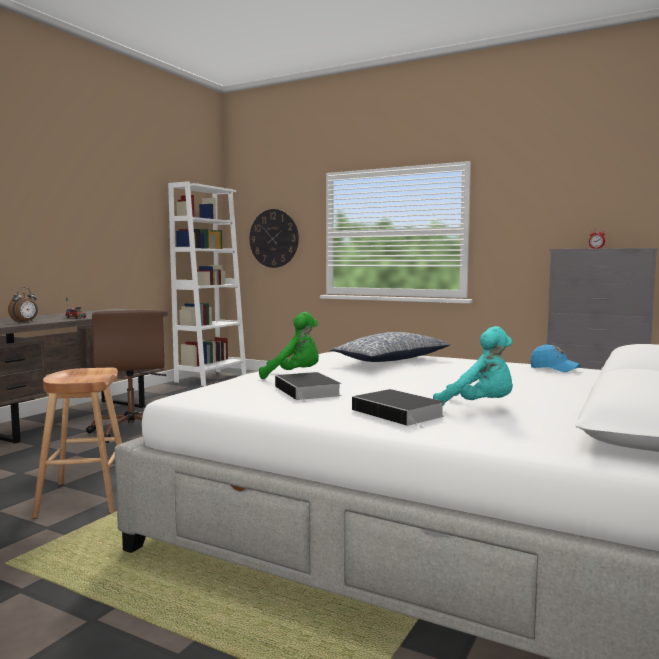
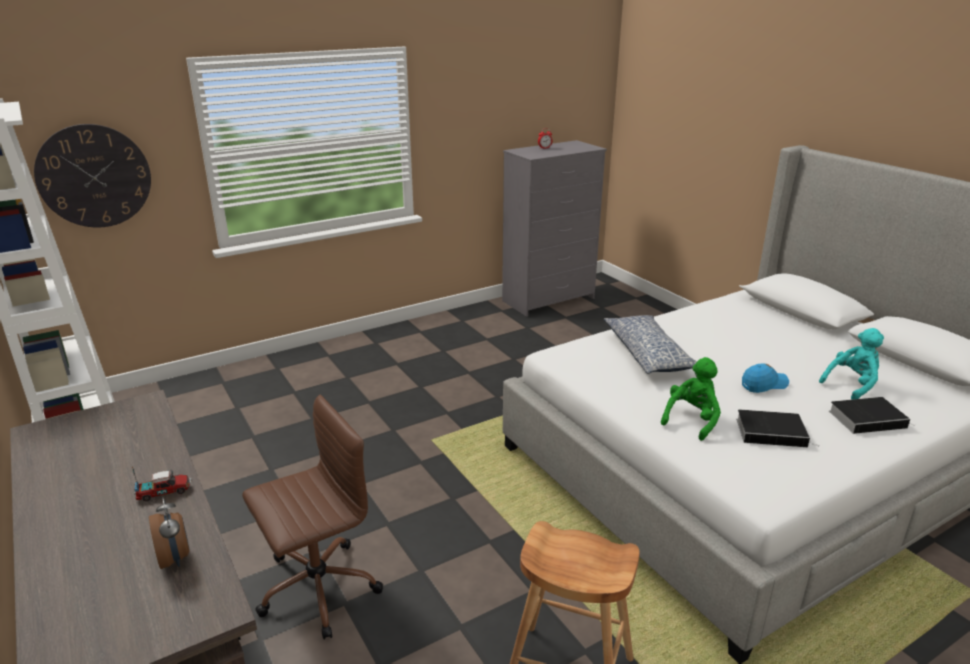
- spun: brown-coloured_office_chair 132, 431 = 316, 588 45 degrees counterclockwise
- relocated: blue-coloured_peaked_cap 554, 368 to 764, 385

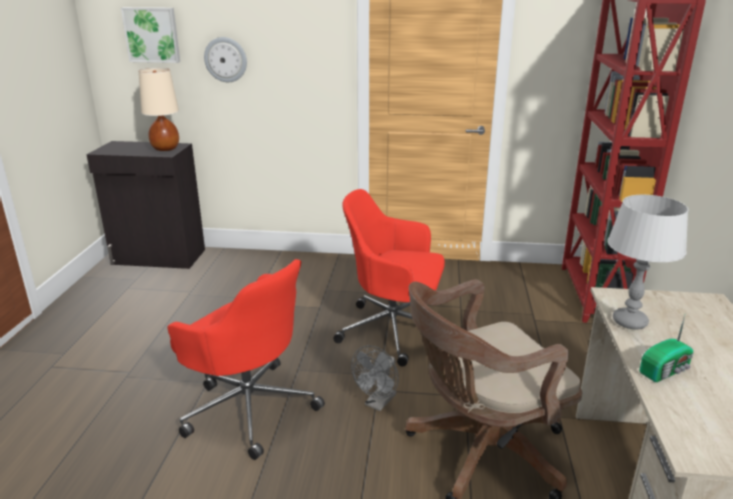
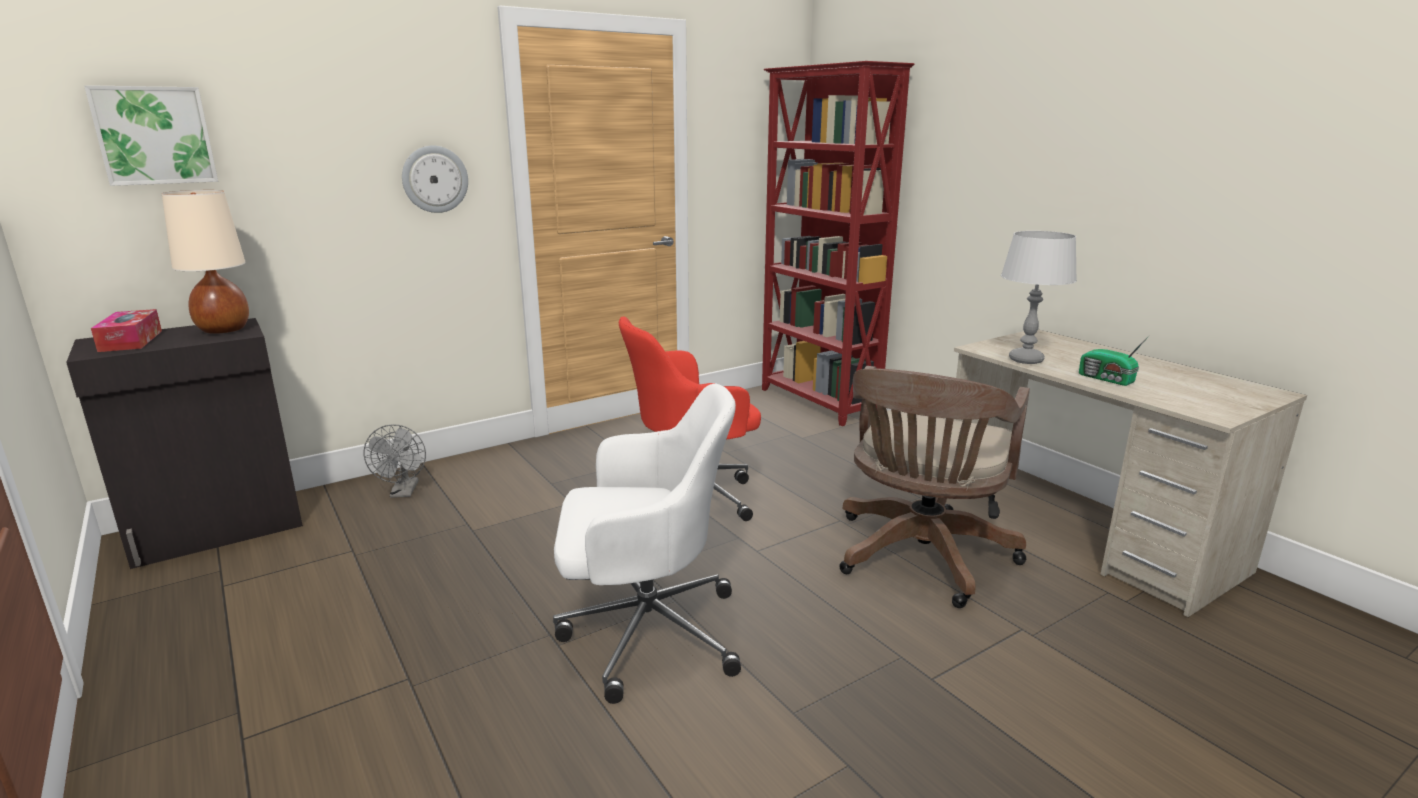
- colour: red_office_chair 249, 407 to white-coloured_office_chair 645, 632
- relocated: clock_on_the_wall 226, 59 to 435, 179
- relocated: grey_cooling_fan 378, 403 to 403, 492
- spun: radio 666, 370 = 1107, 379 120 degrees clockwise
- appeared: tissue_box 131, 341

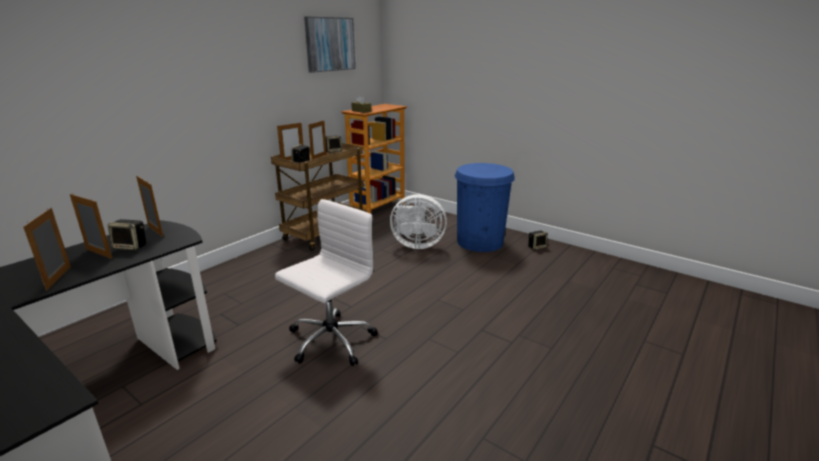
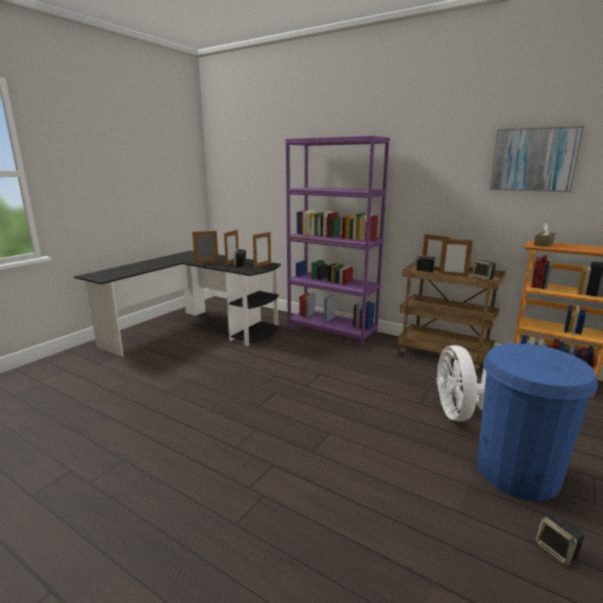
- missing: white-coloured_office_chair 330, 341
- appeared: purple_bookcase 332, 330

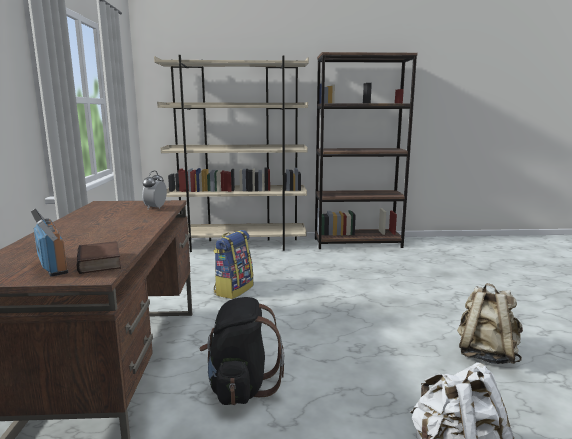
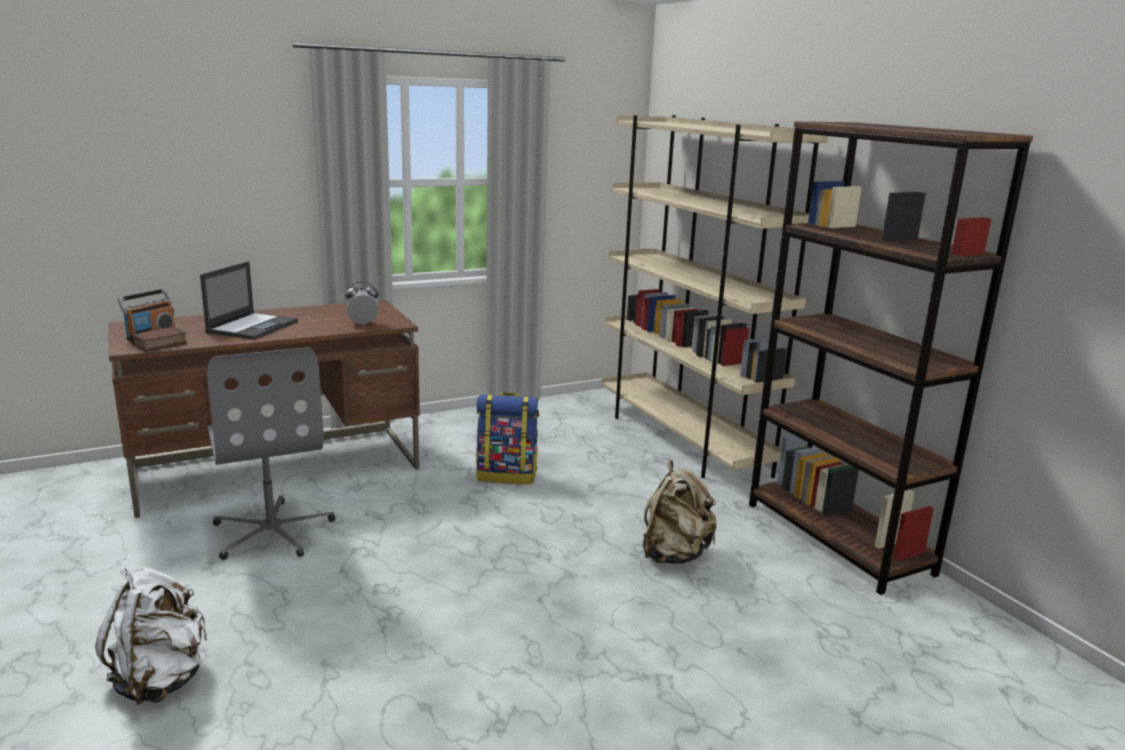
- exchanged: black_knapsack 240, 387 to grey_office_chair 272, 531
- relocated: beige_knapsack 485, 354 to 674, 555
- appeared: laptop 253, 326

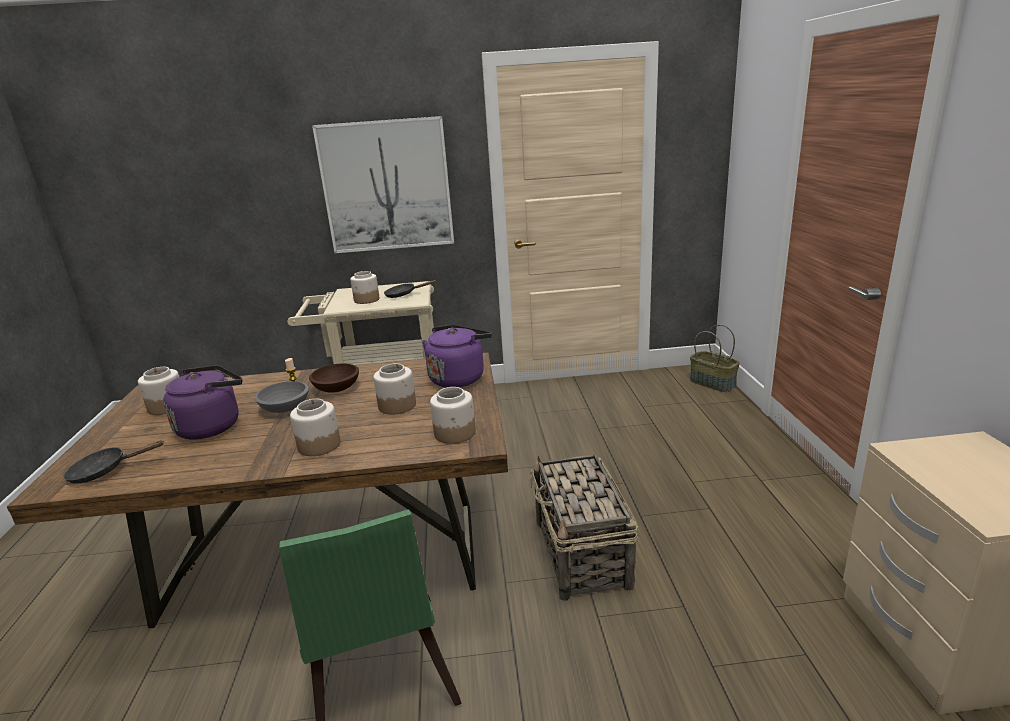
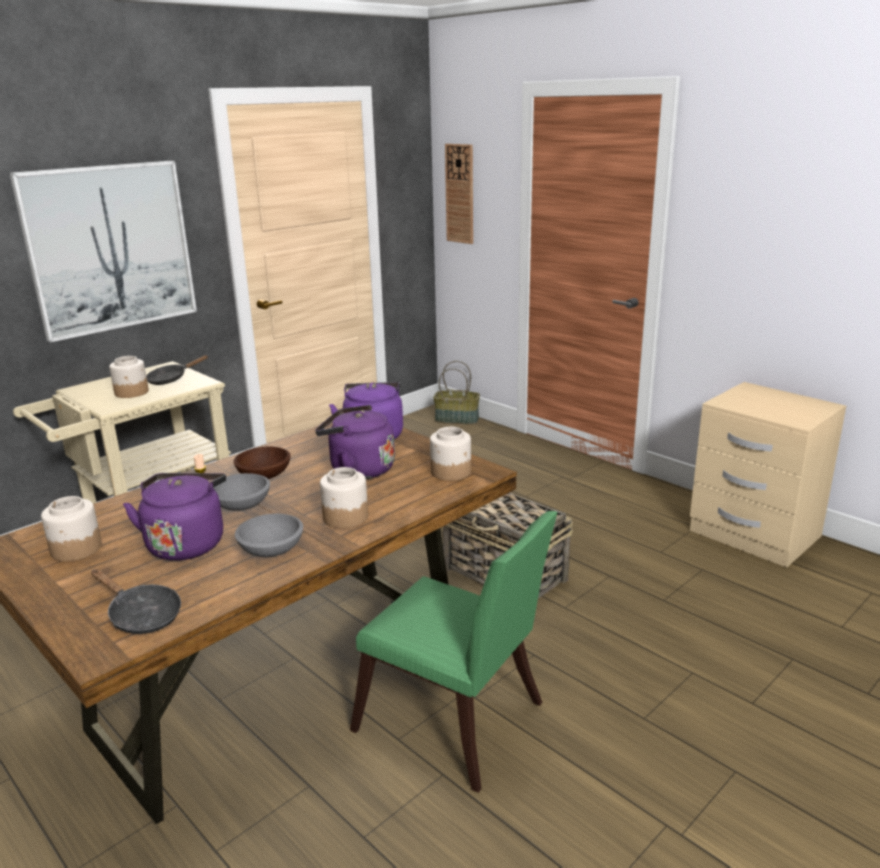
- spun: black_pan 105, 471 = 141, 615 90 degrees counterclockwise
- exchanged: storage_jar 397, 405 to purple_kettle 358, 469
- appeared: grey_serving_bowl 272, 549
- appeared: clock_on_the_wall 460, 194

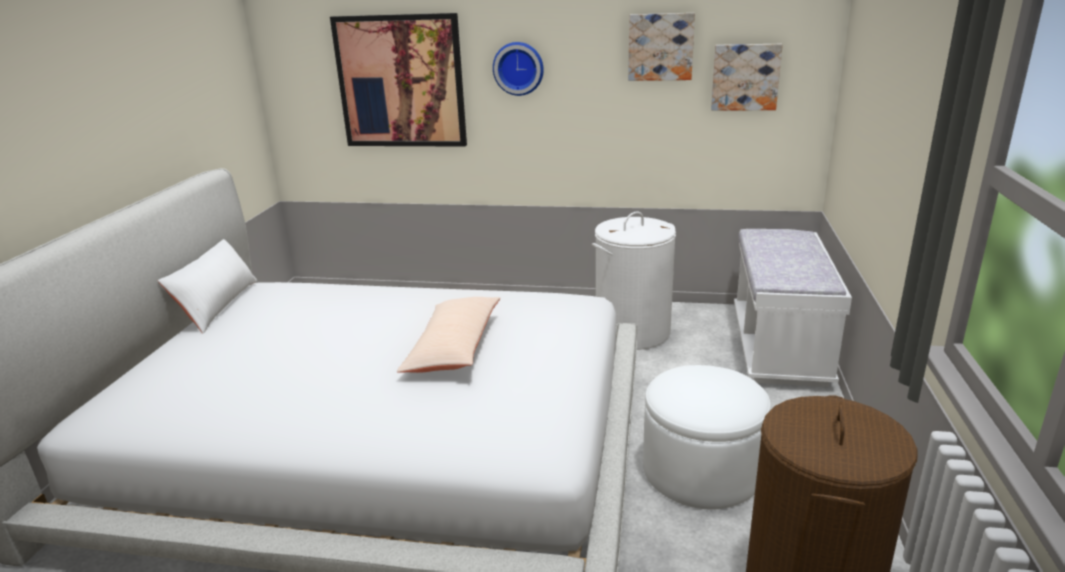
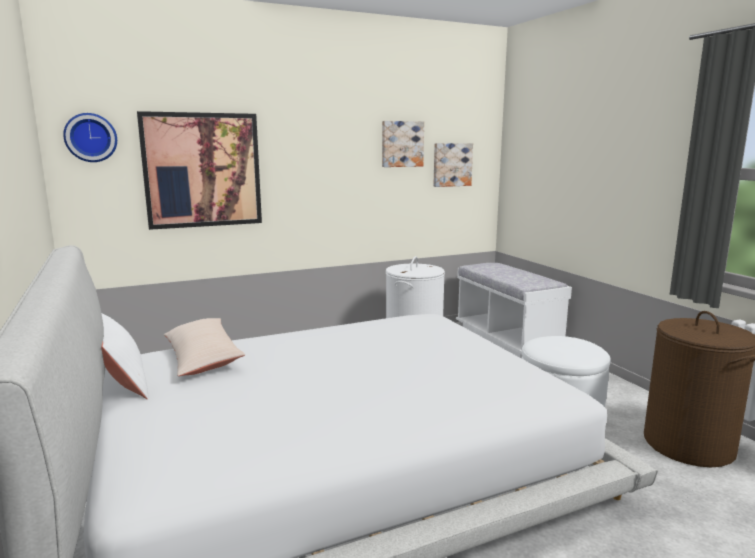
- relocated: beige_throw_pillow 454, 347 to 202, 357
- relocated: clock_on_the_wall 518, 68 to 91, 137

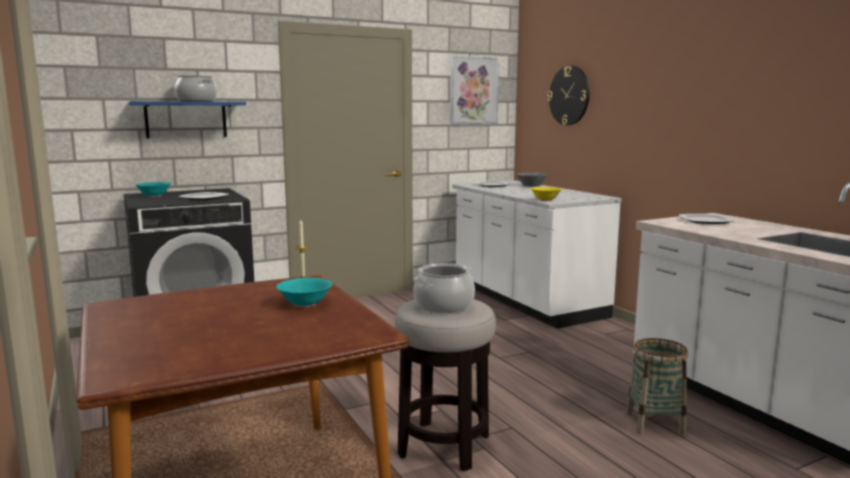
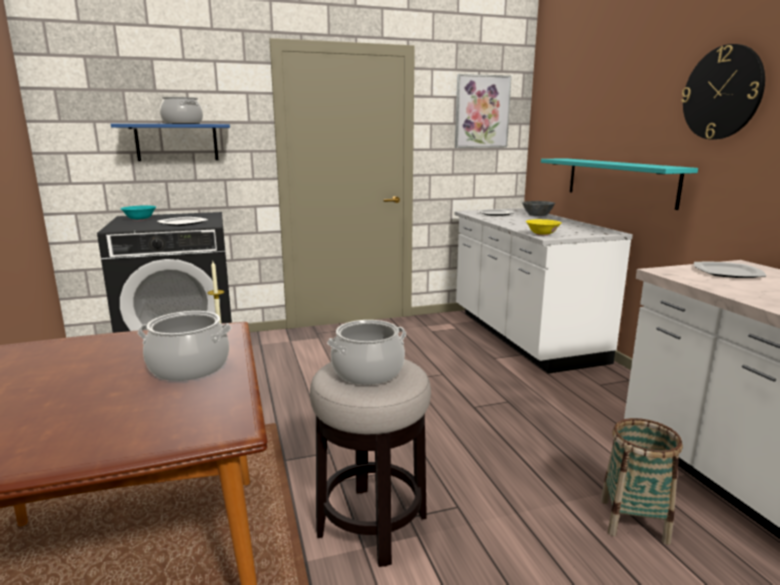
- exchanged: turquoise_serving_bowl 305, 304 to saucepot 189, 367
- relocated: clock_on_the_wall 569, 95 to 722, 93
- appeared: turquoise_wall_shelf 619, 181

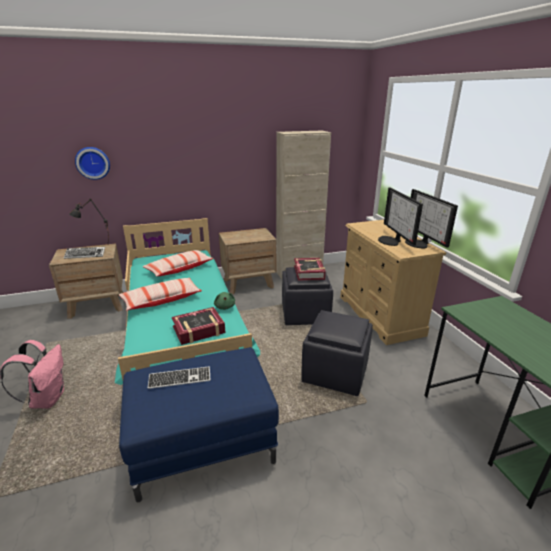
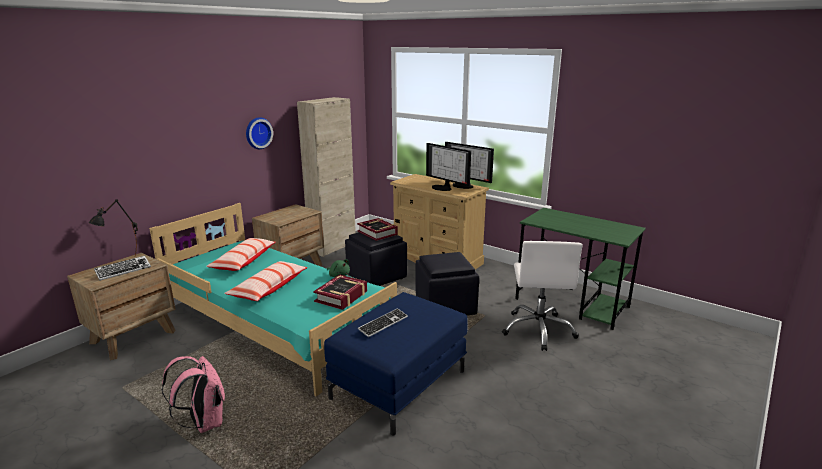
- relocated: clock_on_the_wall 93, 163 to 257, 133
- appeared: white-coloured_office_chair 538, 330

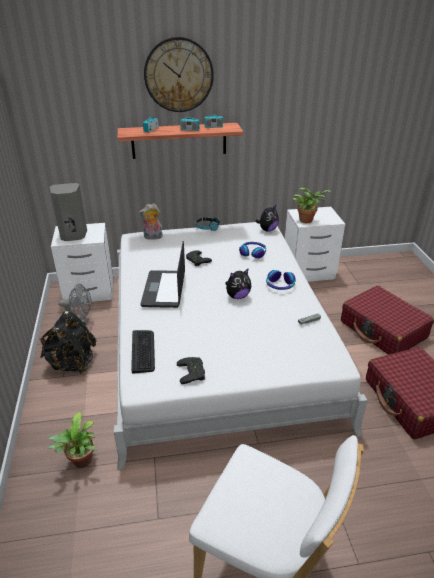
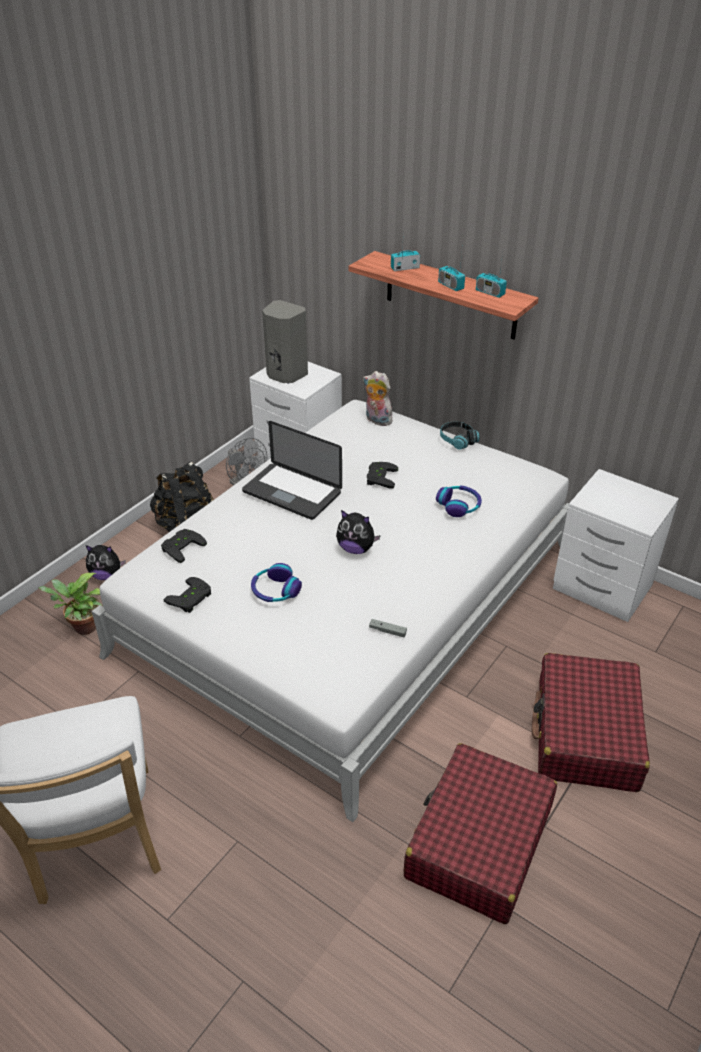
- exchanged: keyboard 143, 351 to black_game_controller 181, 546
- spun: laptop 164, 289 = 292, 492 105 degrees counterclockwise
- missing: clock_on_the_wall 178, 75
- relocated: cuddly_toy 267, 230 to 107, 575
- relocated: headset 280, 285 to 275, 590
- missing: houseplant 307, 220

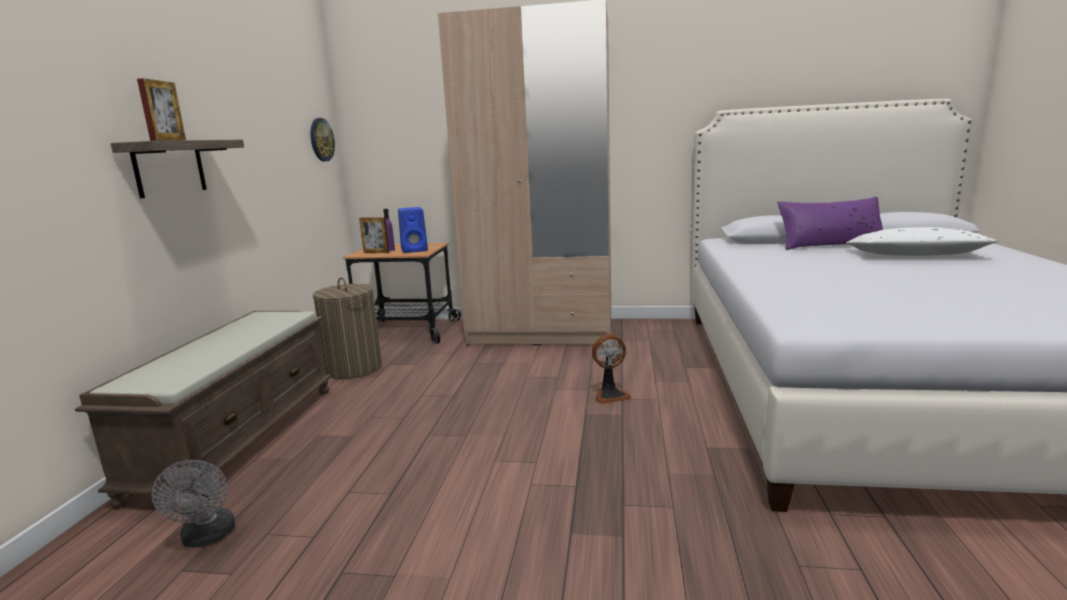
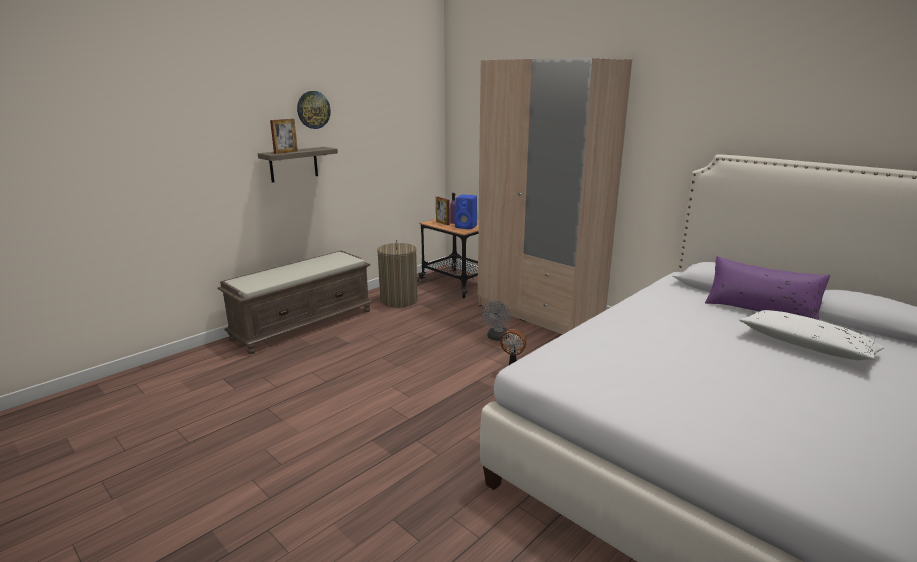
- relocated: grey_cooling_fan 207, 538 to 497, 338
- relocated: clock_on_the_wall 321, 139 to 313, 110

